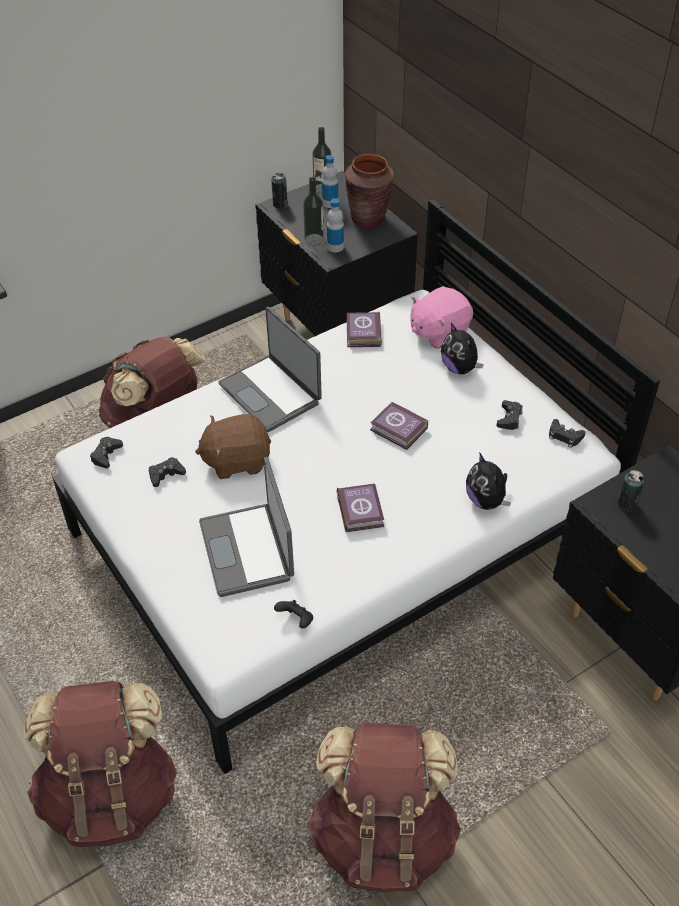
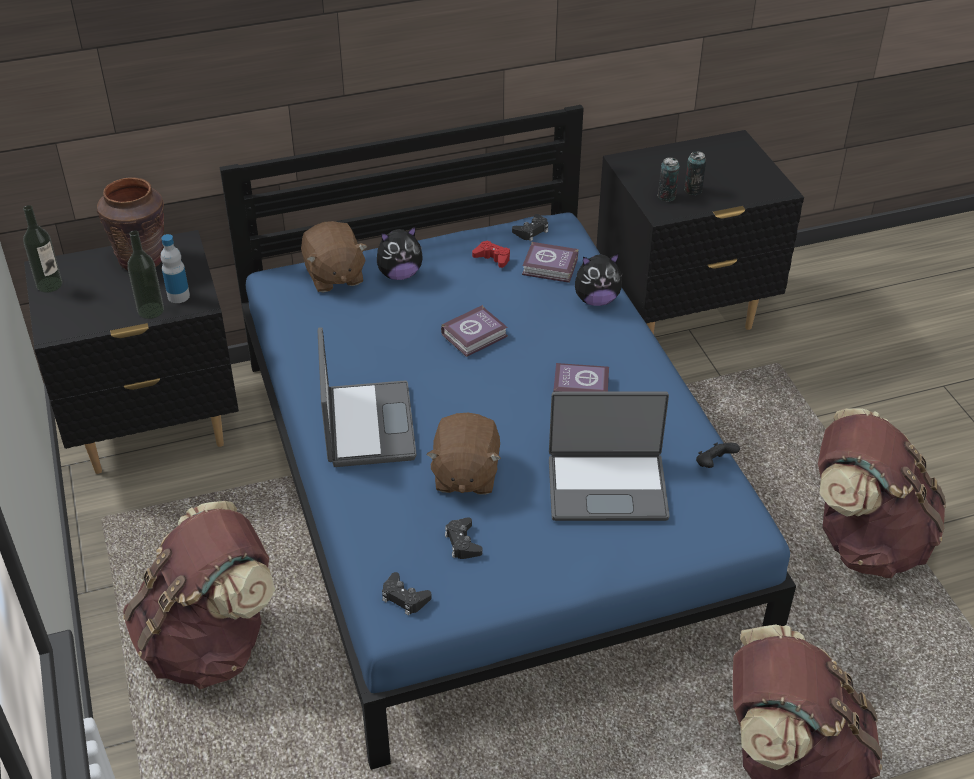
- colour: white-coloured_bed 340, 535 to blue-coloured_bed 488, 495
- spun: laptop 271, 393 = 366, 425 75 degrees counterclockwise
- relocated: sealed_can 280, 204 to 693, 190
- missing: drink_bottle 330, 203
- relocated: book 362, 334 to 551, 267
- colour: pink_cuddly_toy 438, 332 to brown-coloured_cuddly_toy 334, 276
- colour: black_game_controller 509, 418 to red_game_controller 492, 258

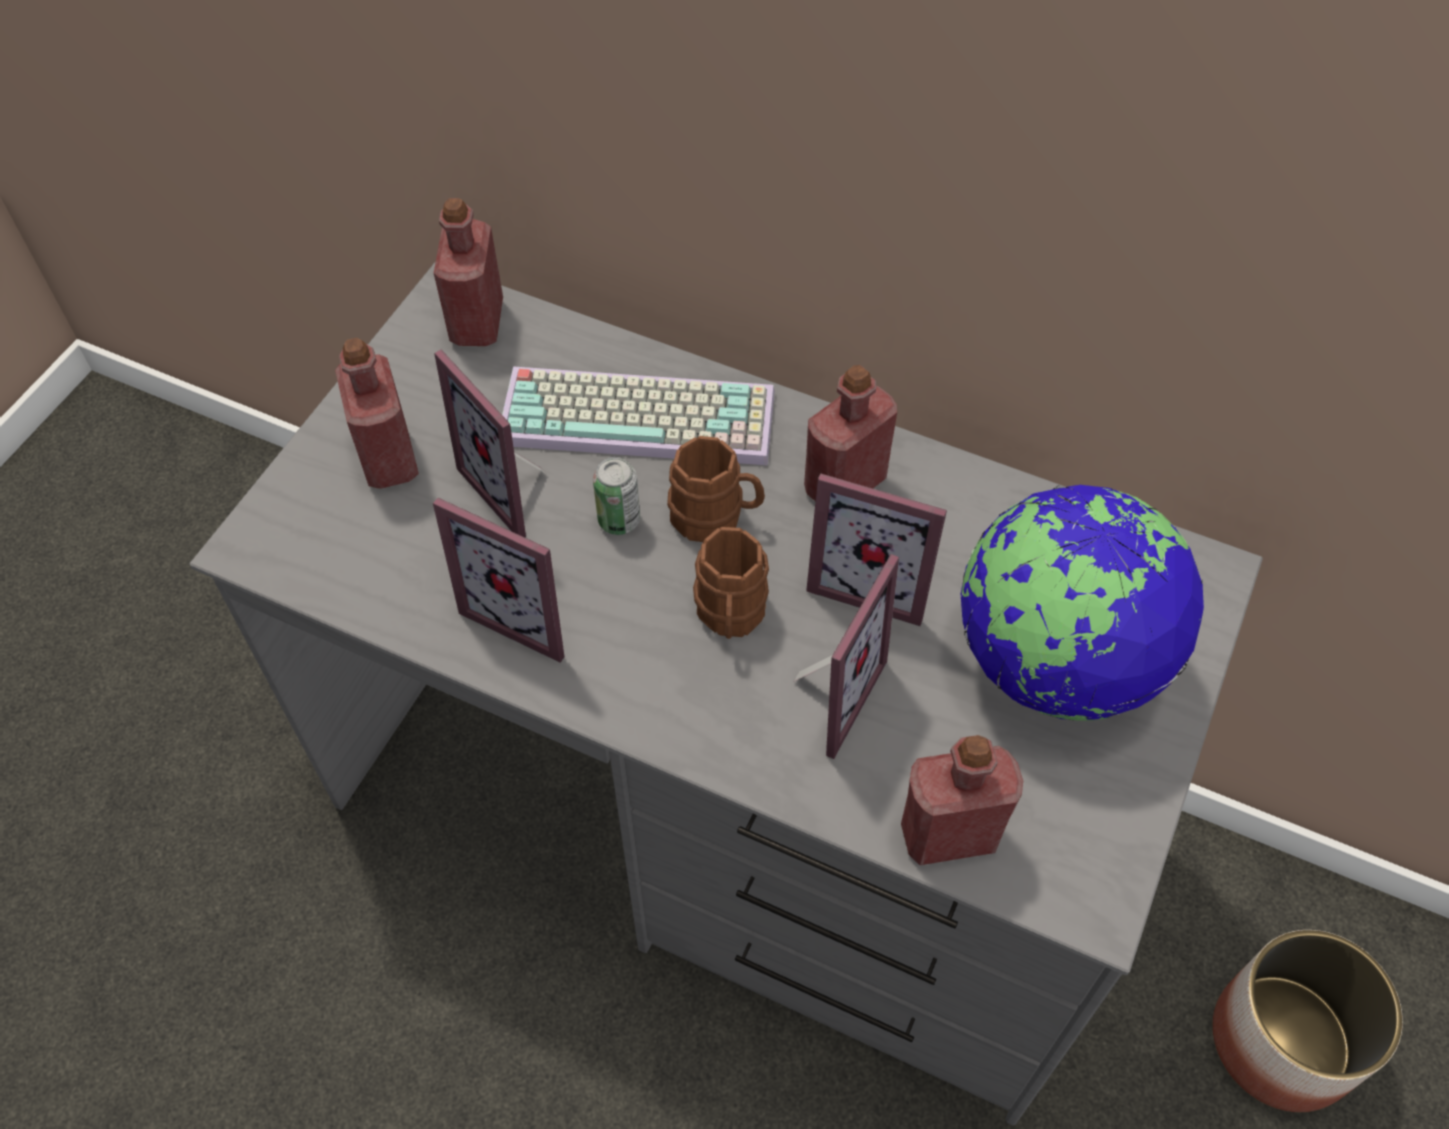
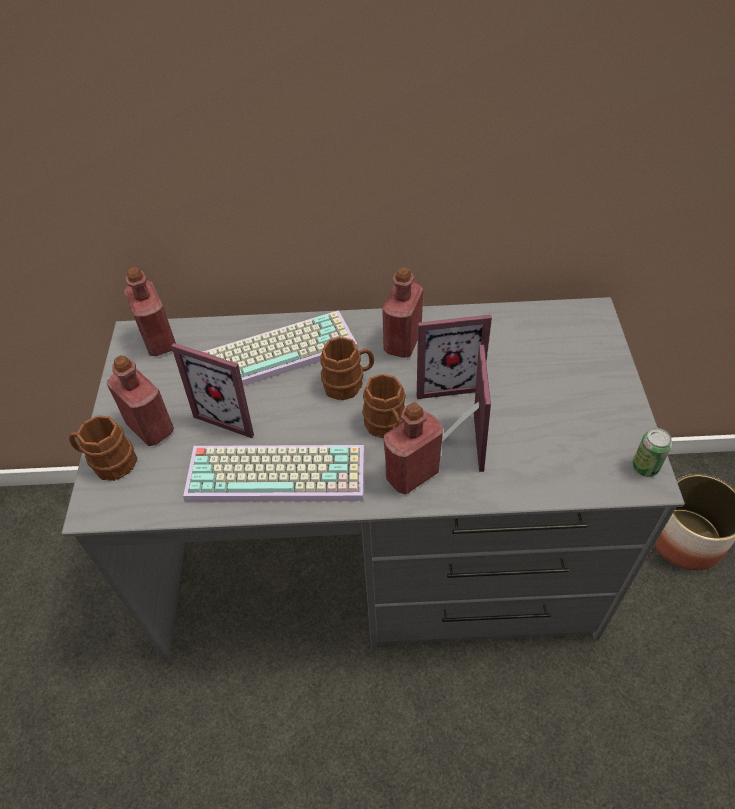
- exchanged: photo_frame 528, 611 to keyboard 279, 471
- relocated: sealed_can 619, 520 to 645, 467
- relocated: red_drink_bottle 949, 834 to 412, 474
- missing: globe 1056, 661
- appeared: brown-coloured_mug 108, 462

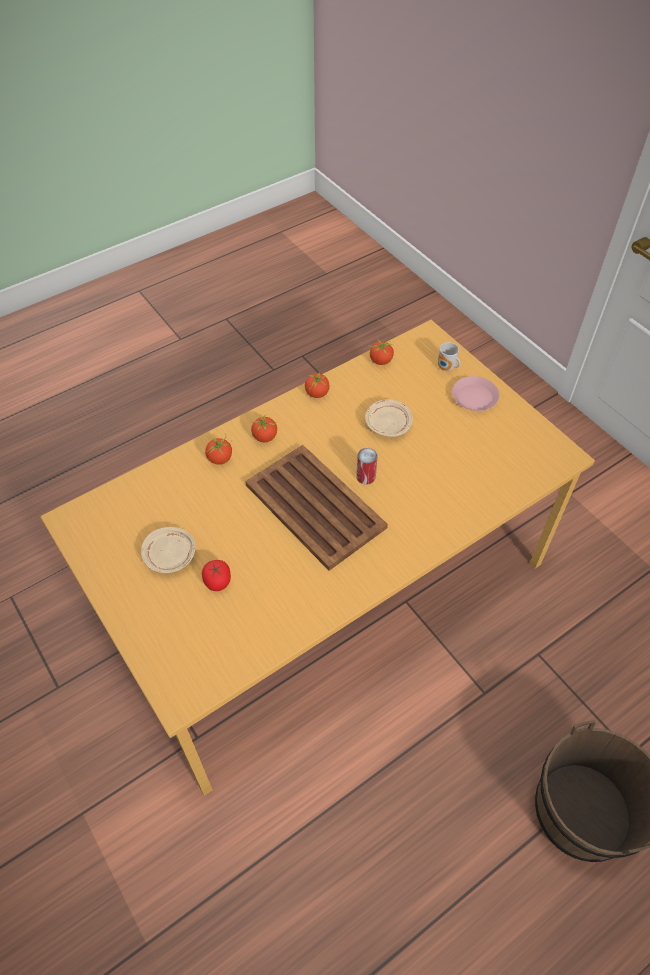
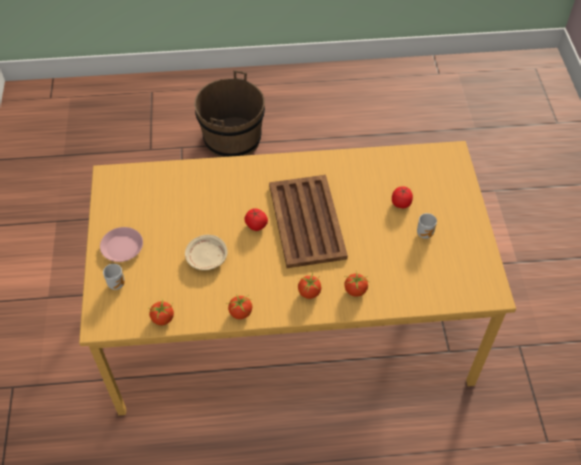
- exchanged: beige_dinner_plate 170, 555 to mug 426, 233
- exchanged: sealed_can 366, 476 to whole_tomato 256, 225

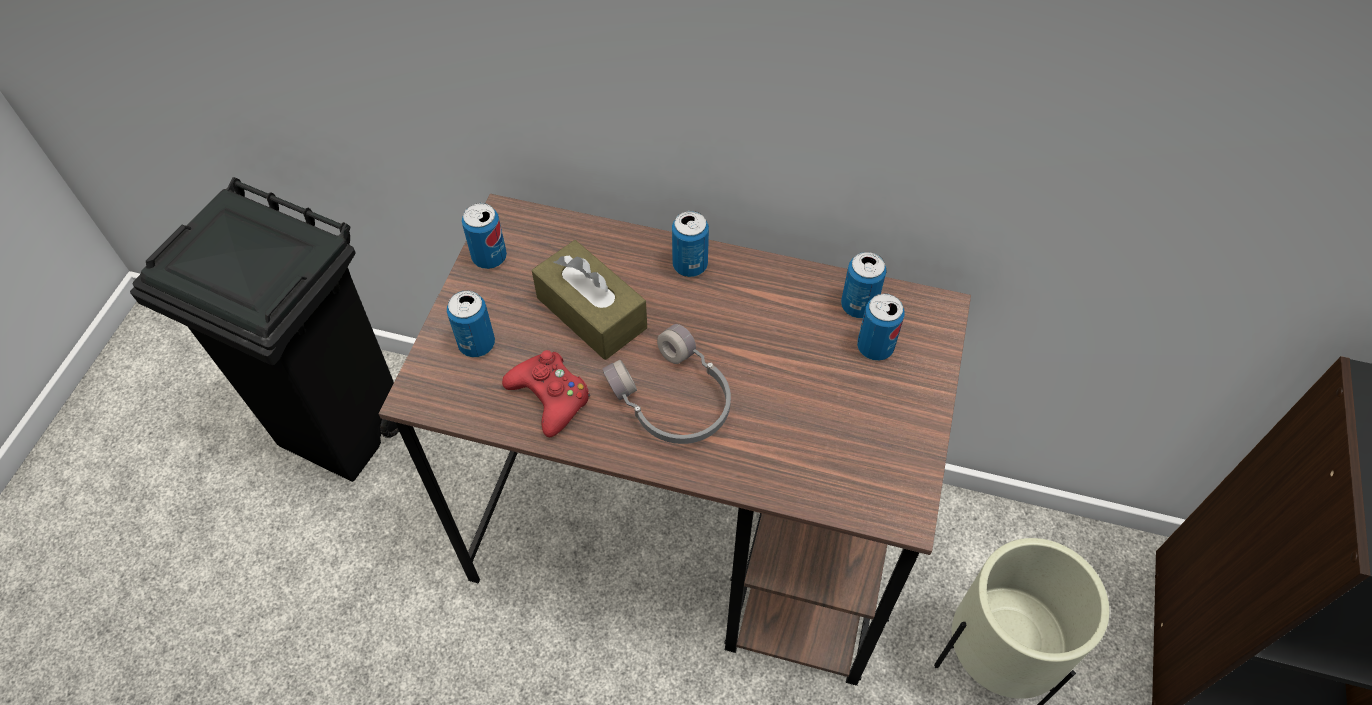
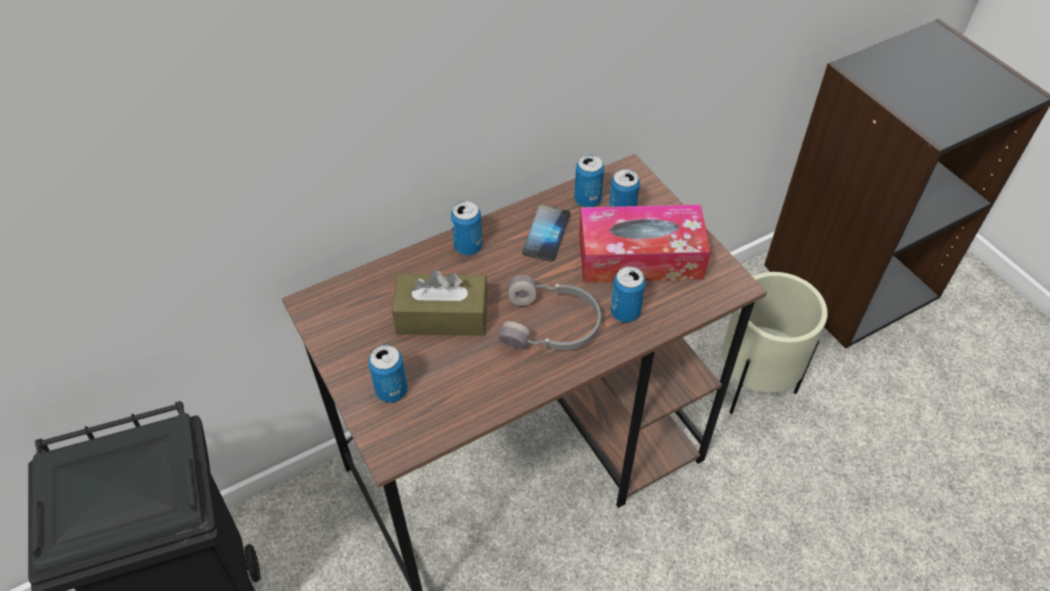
- relocated: sealed_can 489, 257 to 625, 312
- missing: red_game_controller 550, 397
- appeared: handset 546, 234
- appeared: tissue_box 640, 257

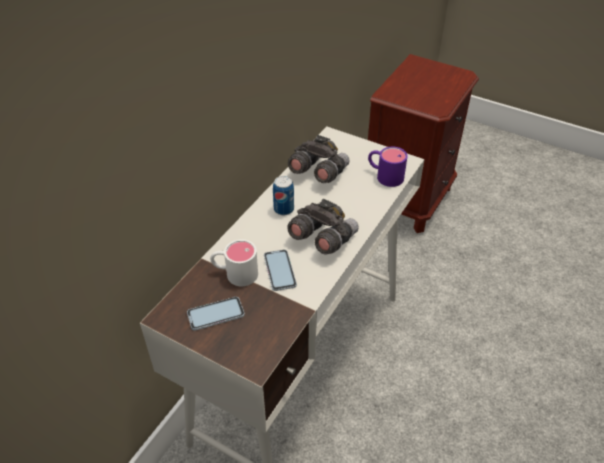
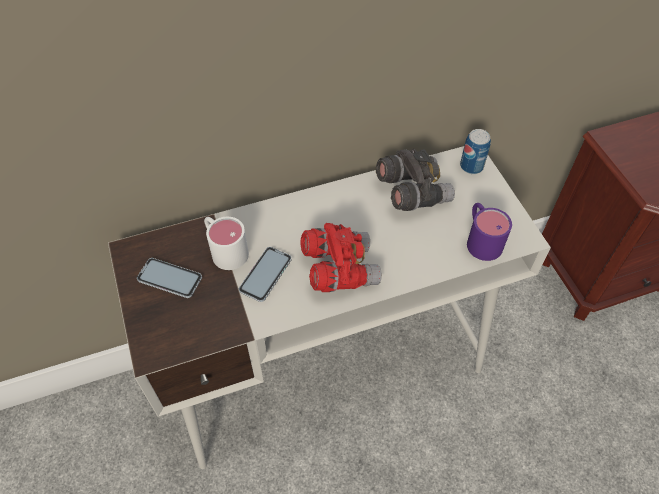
- relocated: sealed_can 283, 209 to 471, 166
- colour: grey_binoculars 322, 239 to red_binoculars 339, 269

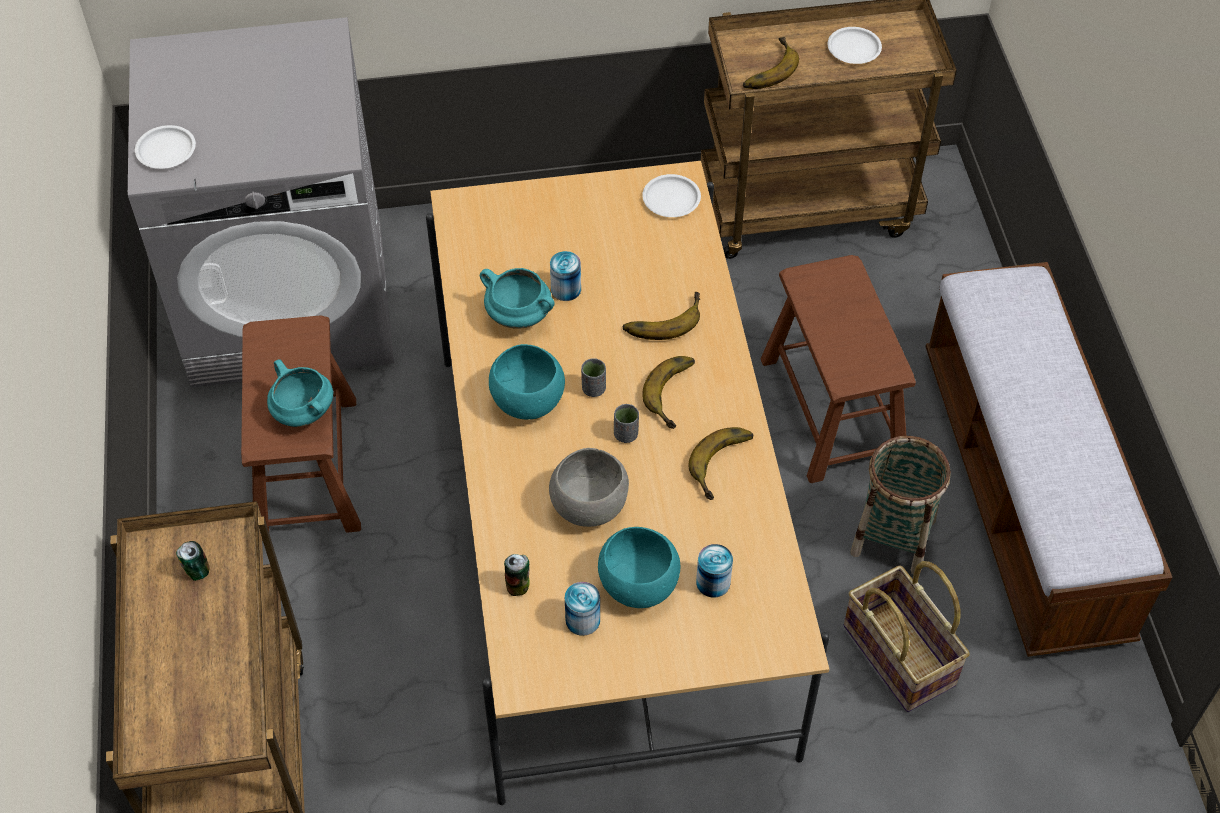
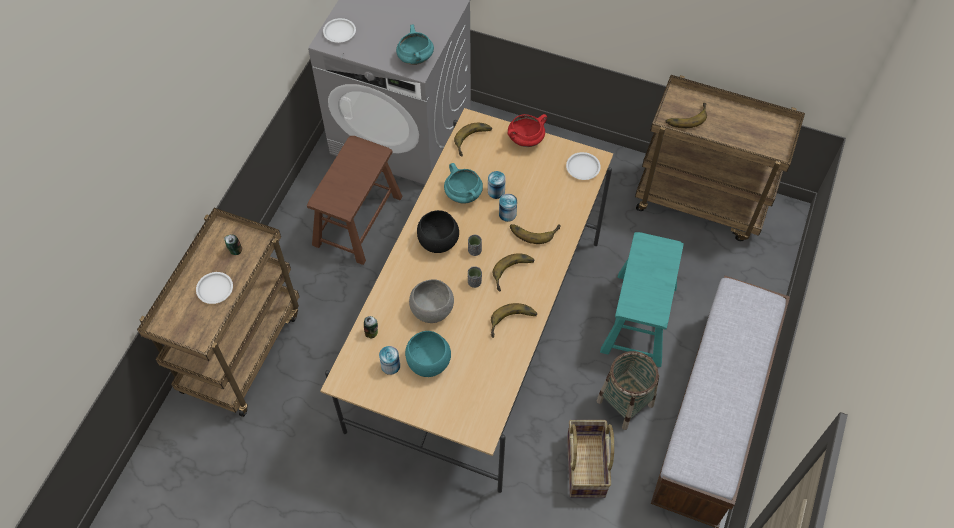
- relocated: turquoise_saucepot 302, 412 to 415, 58
- colour: turquoise_serving_bowl 527, 402 to black_serving_bowl 438, 242
- relocated: sealed_can 713, 582 to 507, 214
- colour: brown-coloured_sitting_stool 832, 408 to turquoise_sitting_stool 639, 318
- relocated: white-coloured_dinner_plate 854, 49 to 215, 289
- appeared: banana_fruit 474, 141
- appeared: red_saucepot 526, 139

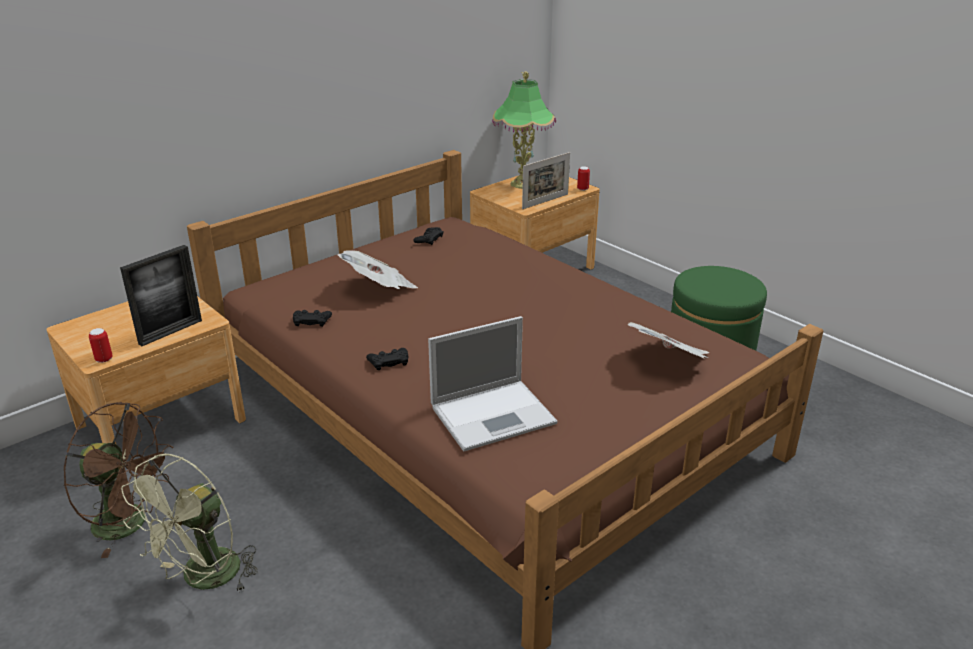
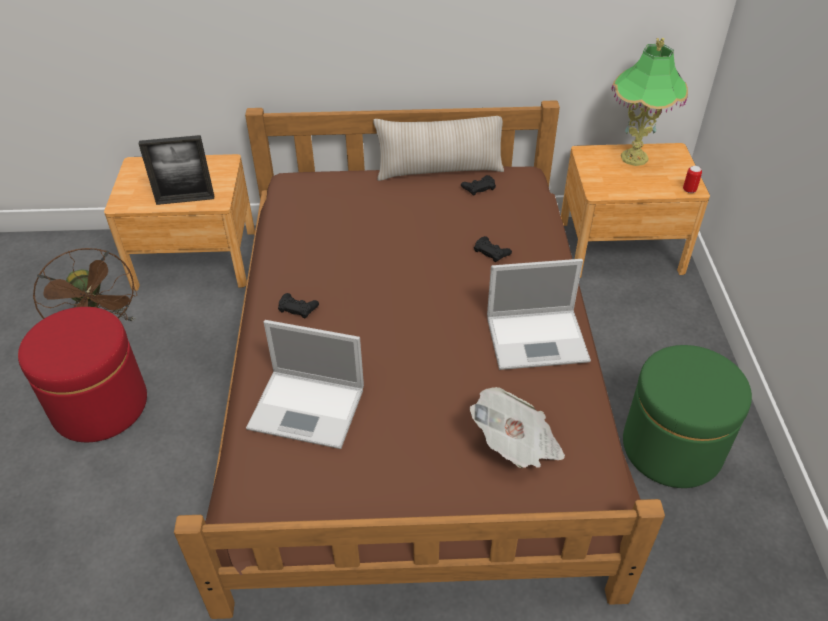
- missing: sealed_can 104, 359
- exchanged: greenish_cooling_fan 204, 579 to red_pouffe 100, 405
- relocated: black_game_controller 311, 321 to 491, 252
- missing: daily_paper 379, 288
- missing: photo_frame 545, 201
- appeared: beige_throw_pillow 440, 170
- appeared: laptop 539, 338

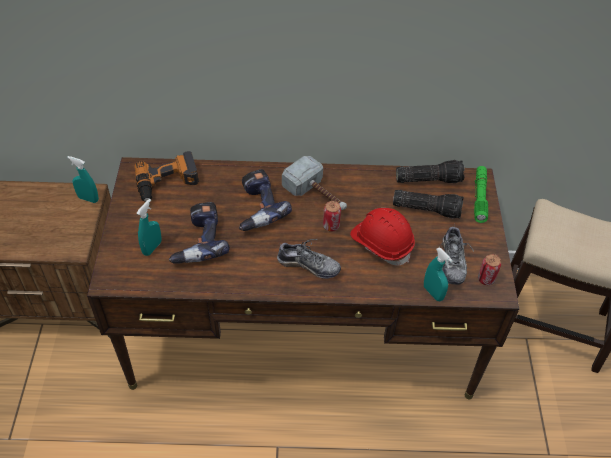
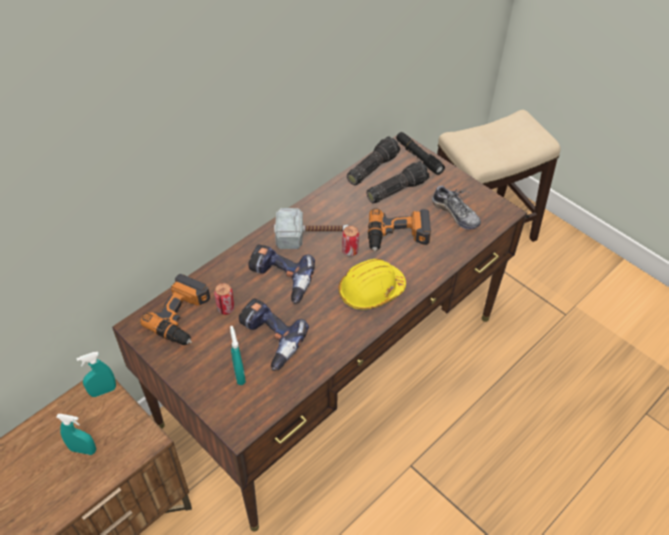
- exchanged: shoe 308, 265 to yellow-coloured_safety_helmet 371, 291
- exchanged: red_safety_helmet 381, 243 to drill 398, 236
- relocated: turquoise_spray_bottle 433, 293 to 83, 450
- colour: greenish_hand_torch 480, 197 to black_hand_torch 418, 157
- relocated: sealed_can 486, 279 to 225, 308

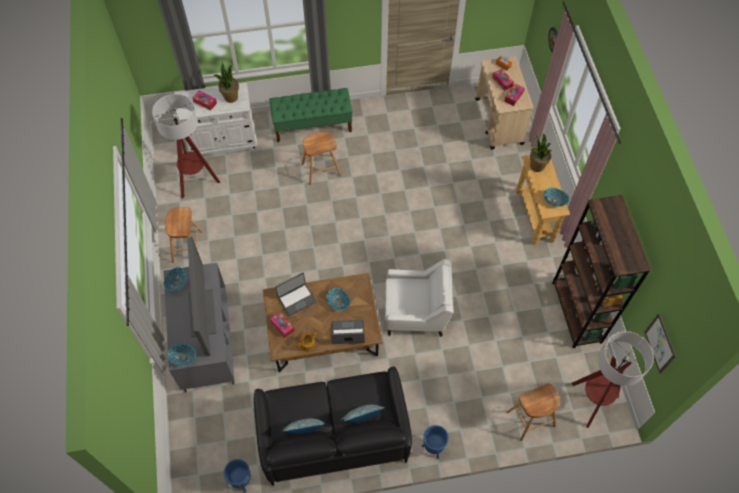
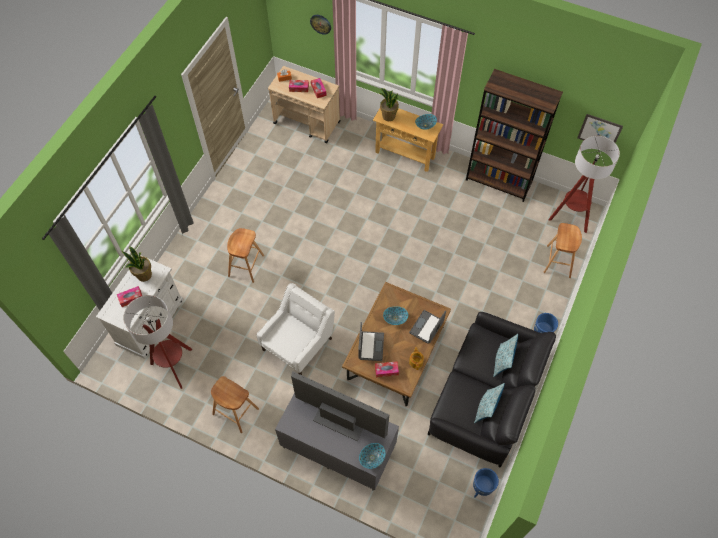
- missing: serving_bowl 176, 283
- missing: greenish_long_seat 313, 126
- relocated: white-coloured_armchair 416, 312 to 298, 343

